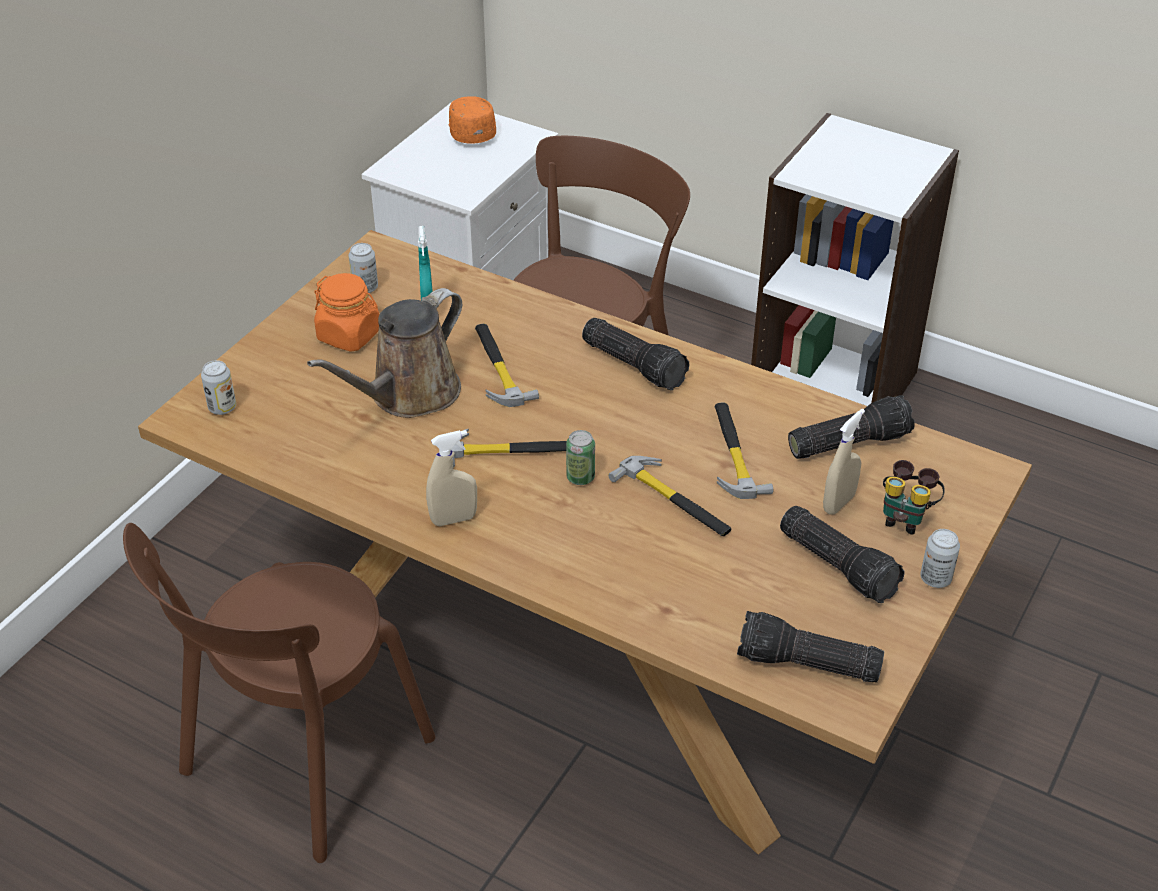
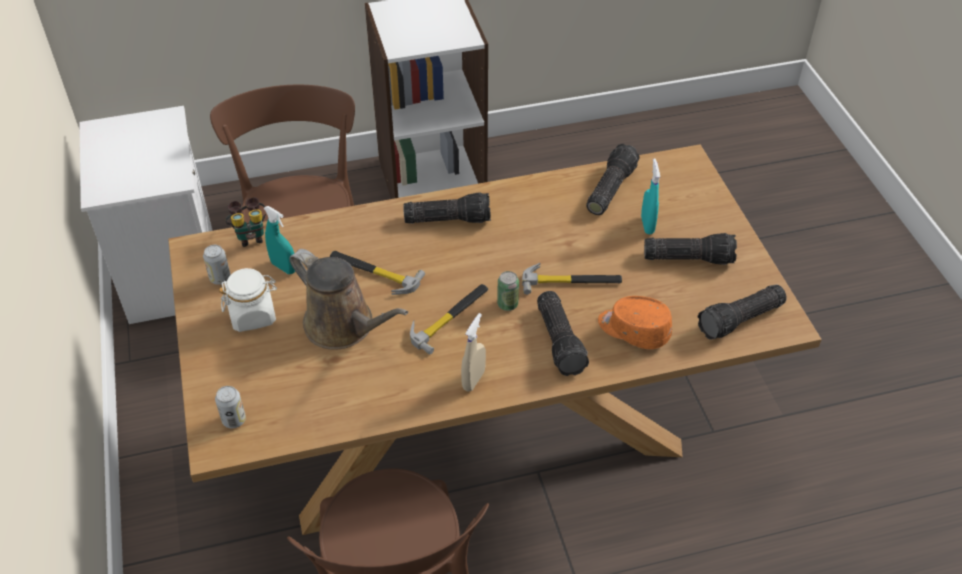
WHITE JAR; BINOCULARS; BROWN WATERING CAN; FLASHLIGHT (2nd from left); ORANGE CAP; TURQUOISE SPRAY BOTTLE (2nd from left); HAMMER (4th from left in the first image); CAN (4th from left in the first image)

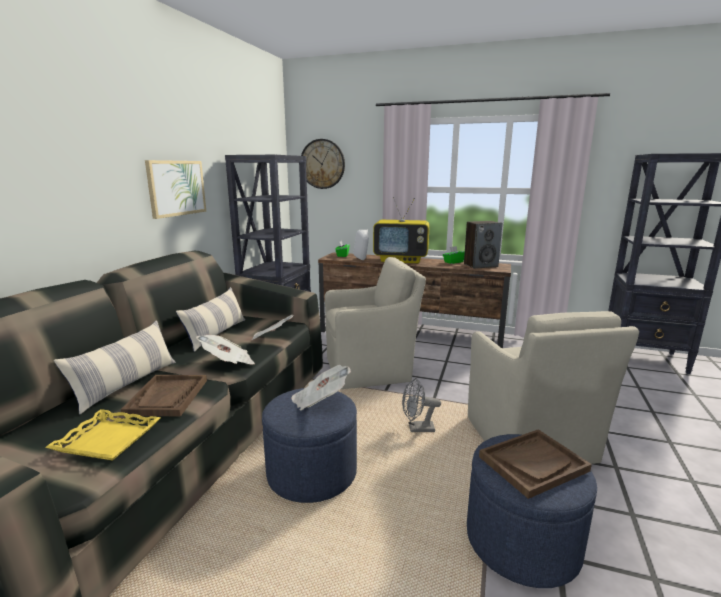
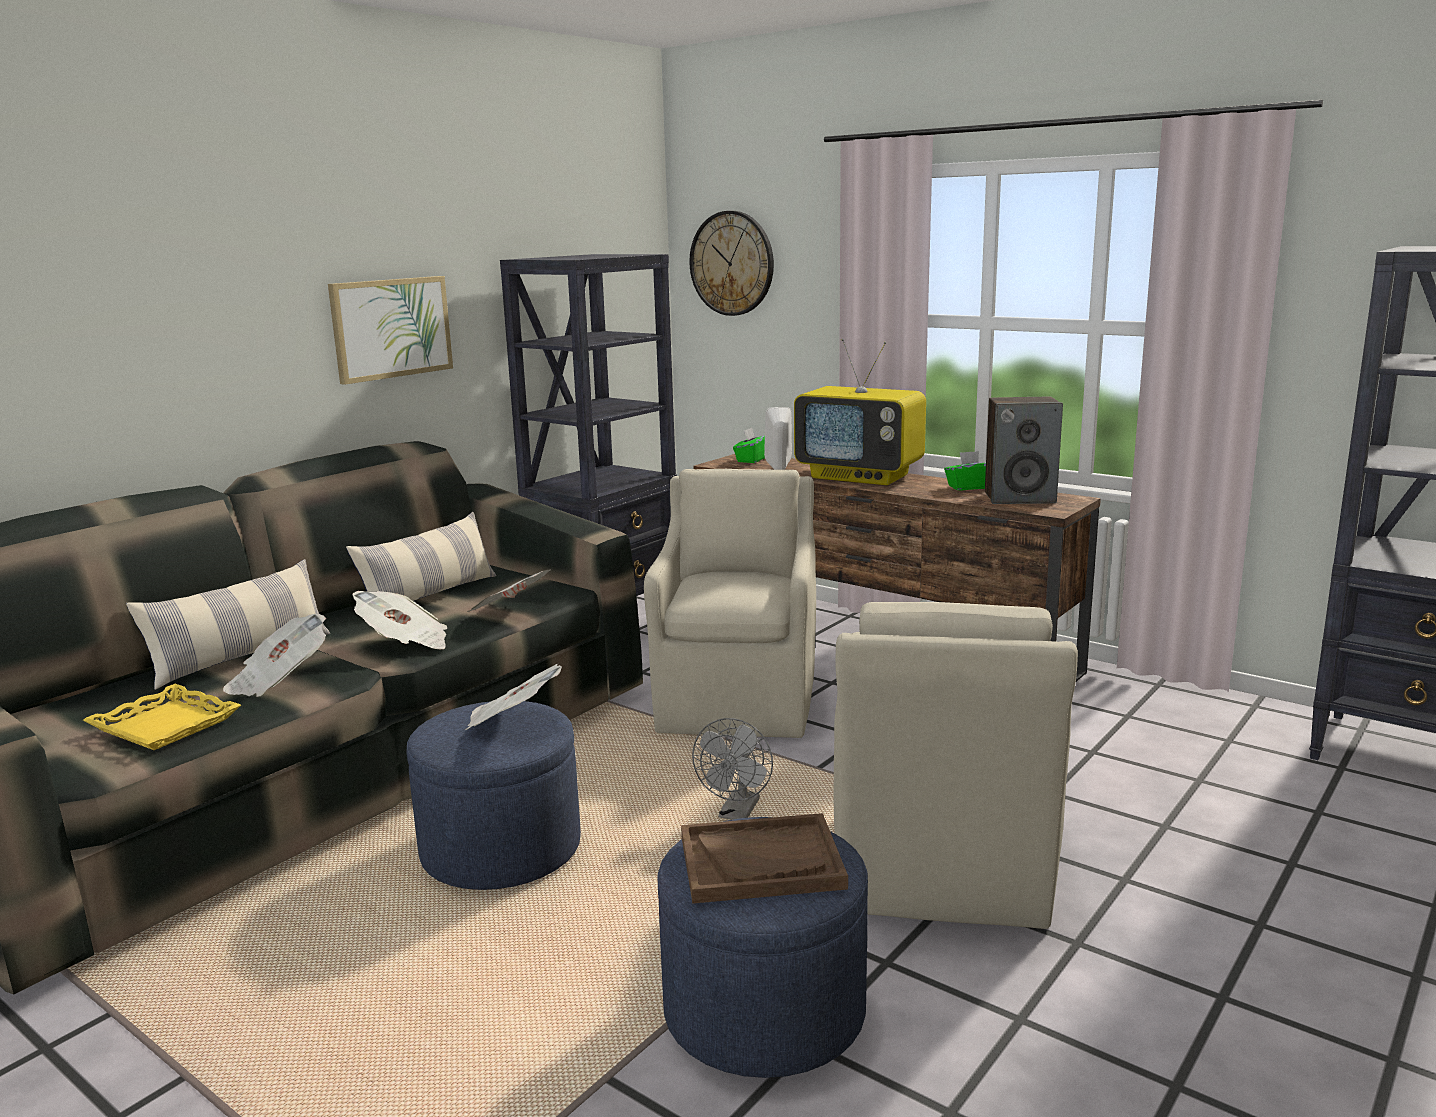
NEWSPAPER (1st from left); BEIGE ARMCHAIR (1st from left); GREY FAN

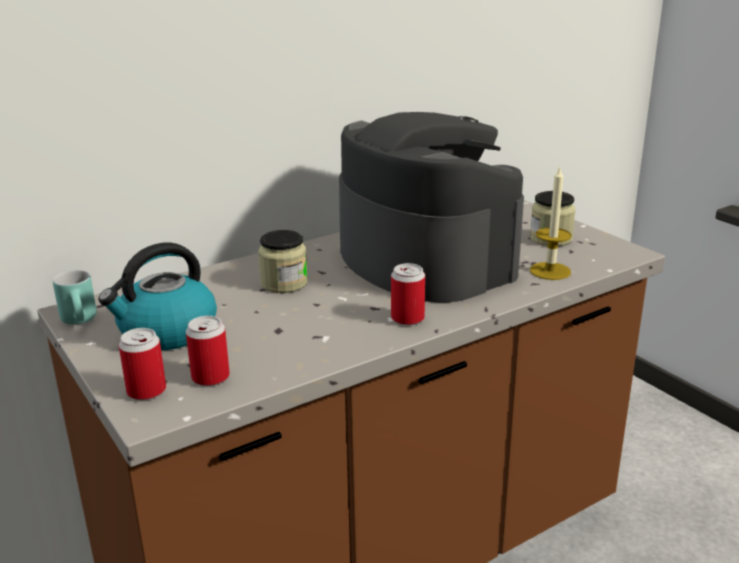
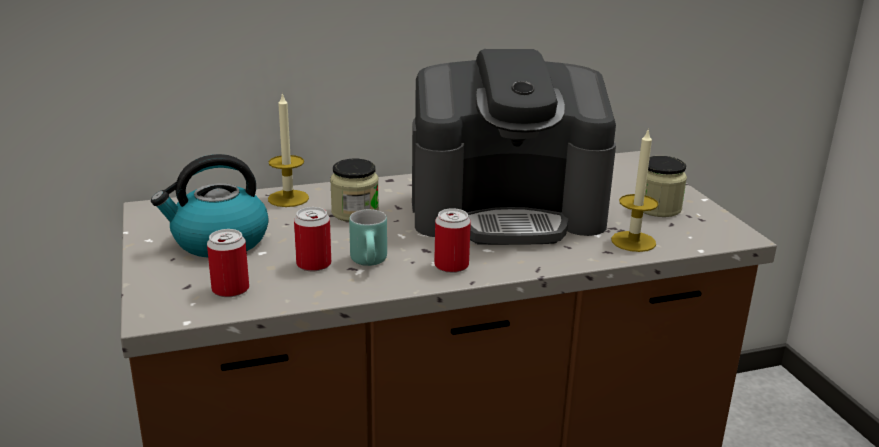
CANDLE (1st from left); CAN (2nd from left); TURQUOISE MUG; COFFEE MACHINE

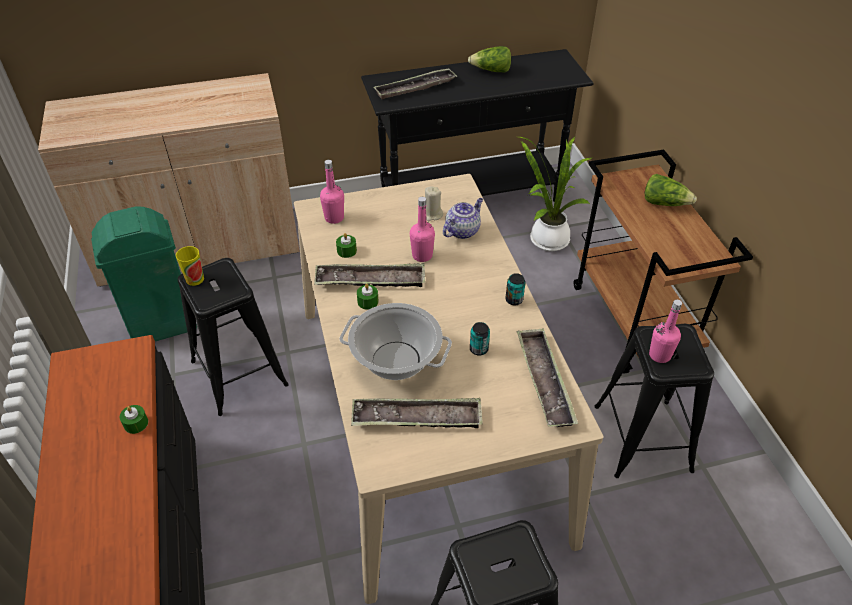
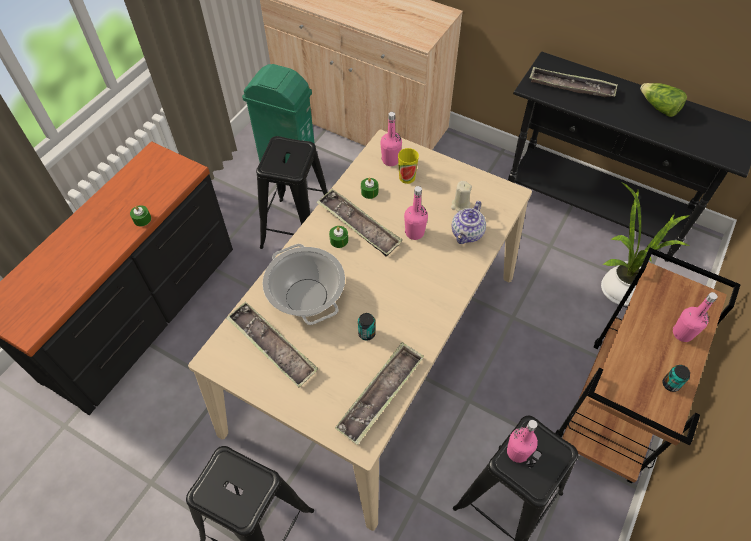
CUP; TEAPOT; CAN (2nd from left); PINK BOTTLE (4th from left)

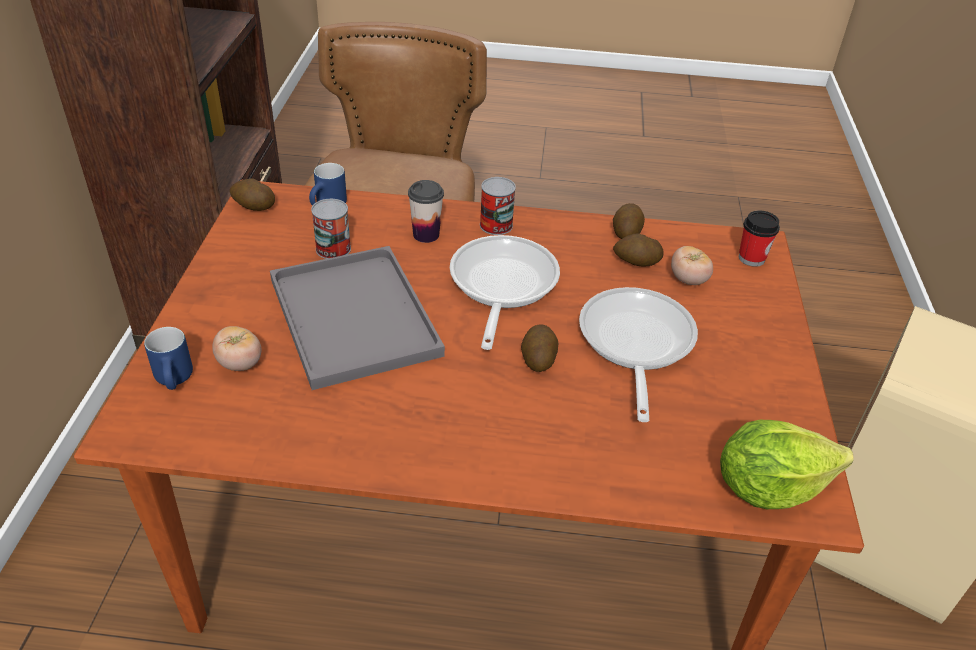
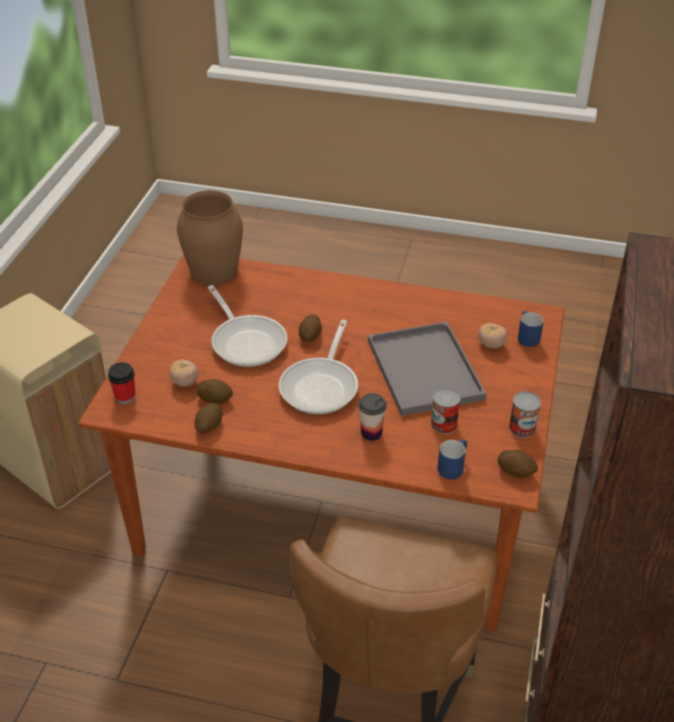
BROWN VASE; FRYING PAN (1st from left); CAN (2nd from left)

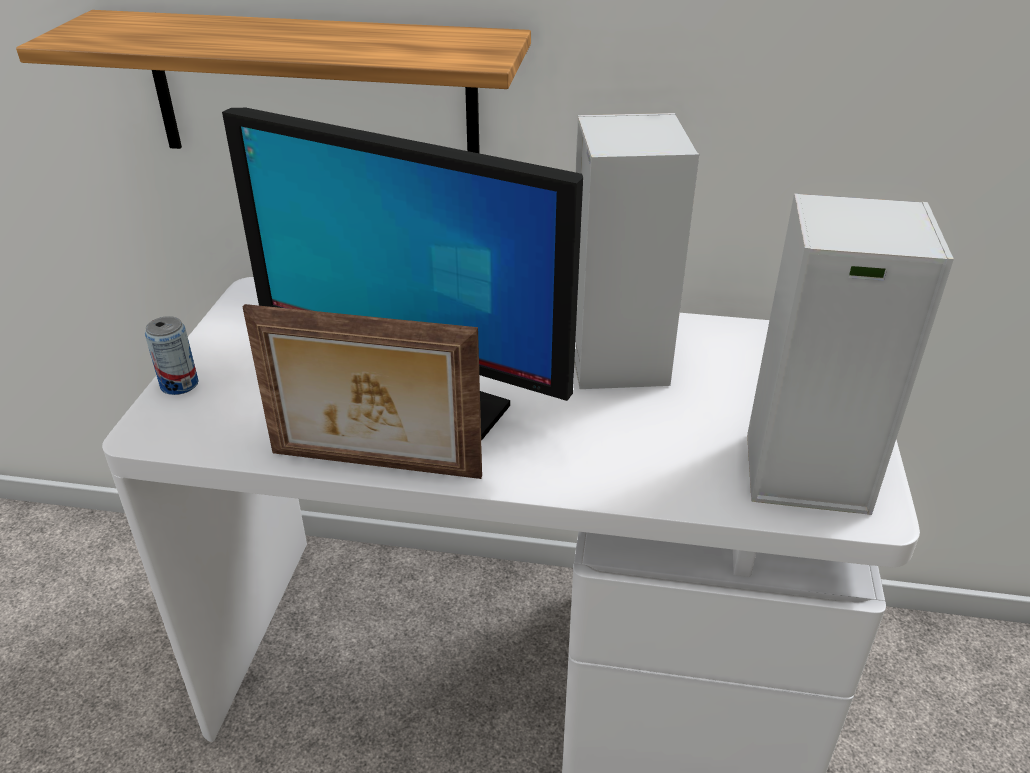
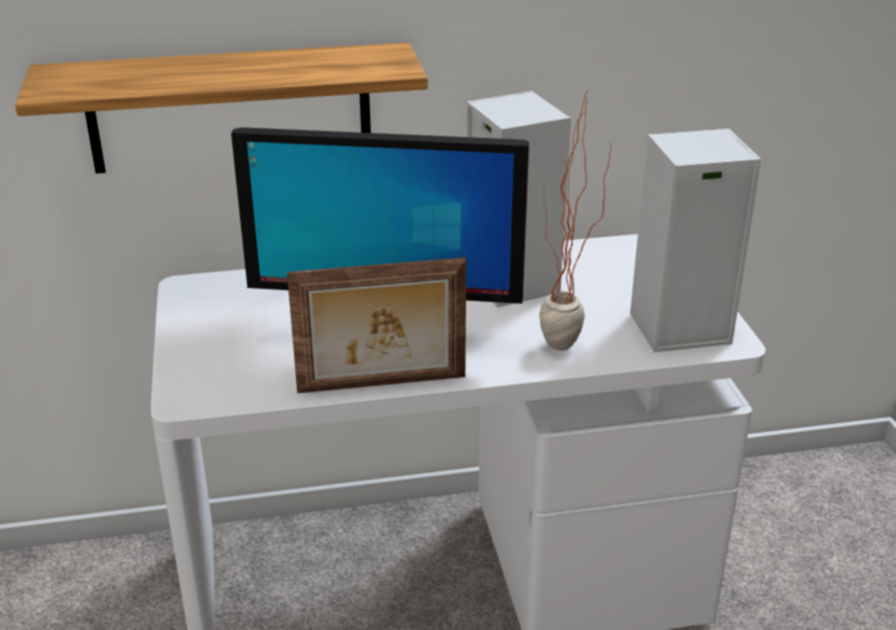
POTTED PLANT; CAN

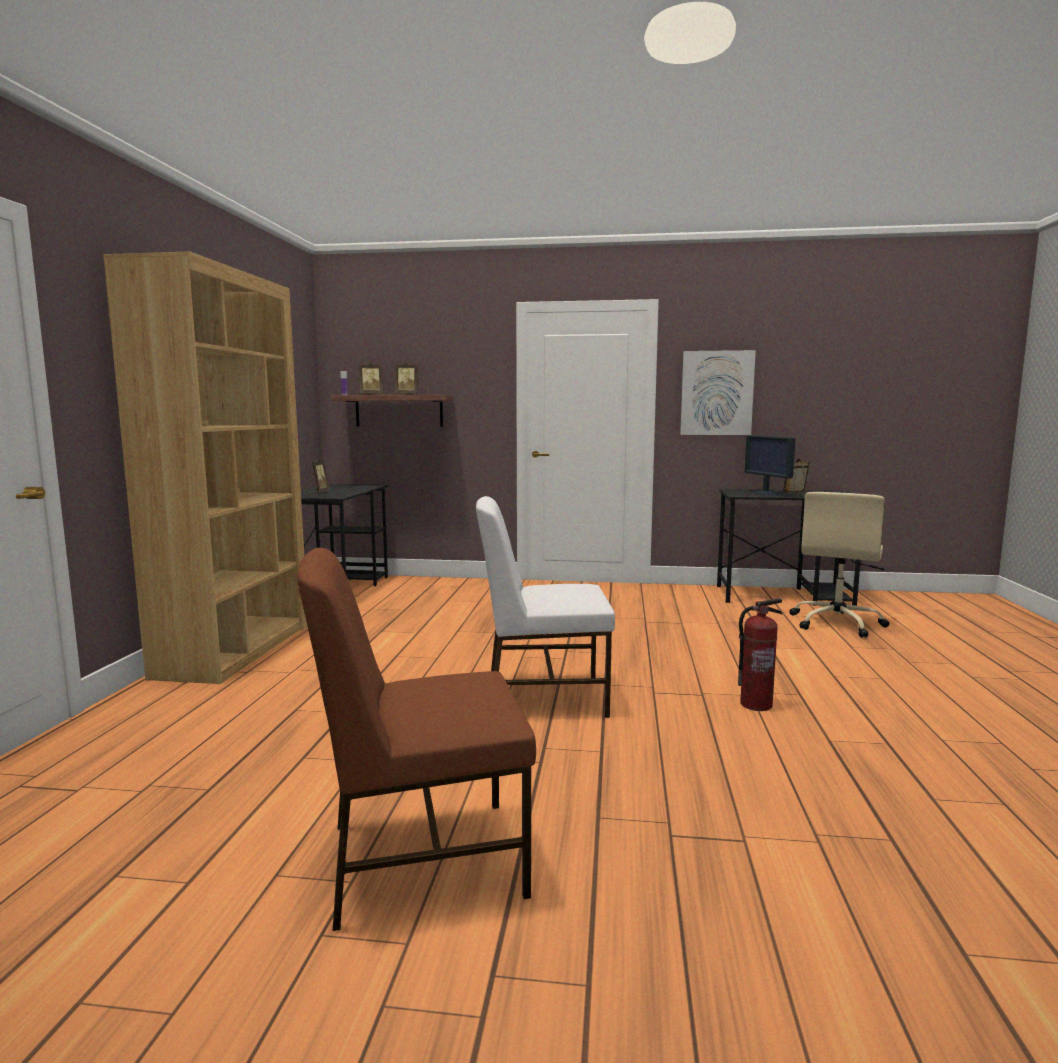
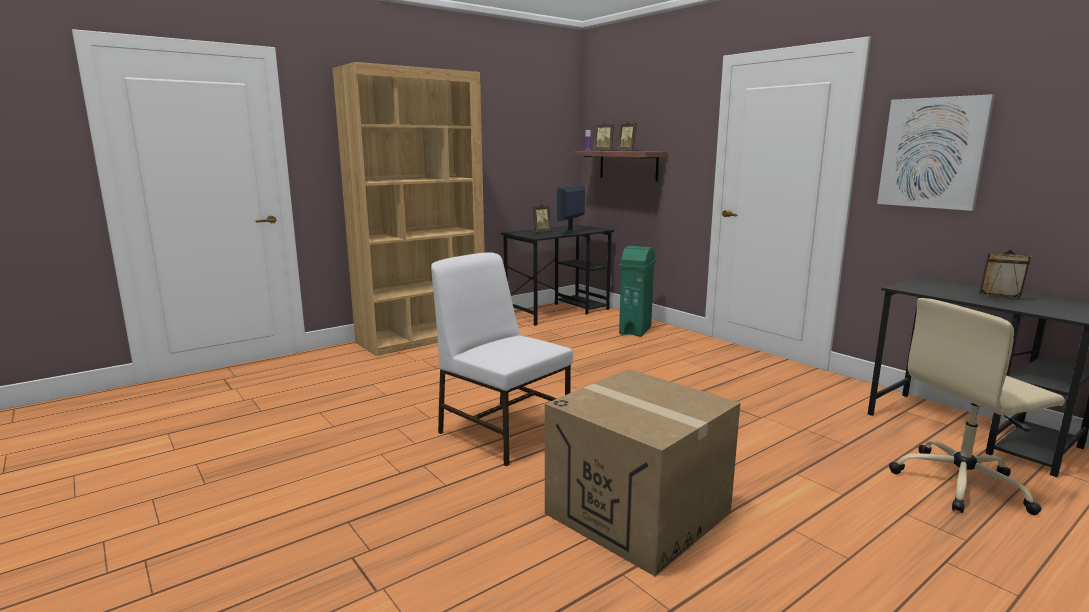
CARDBOARD BOX; MONITOR; GREEN TRASH CAN; BROWN CHAIR

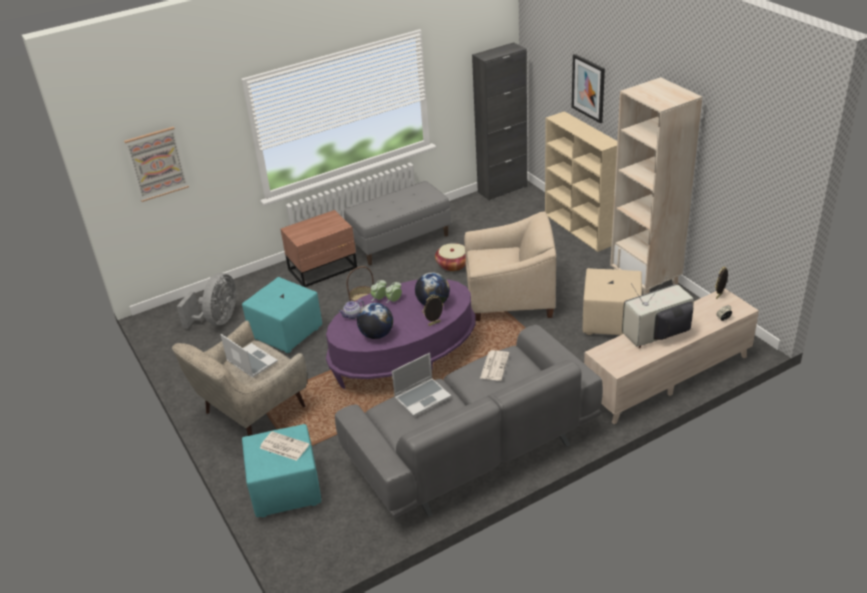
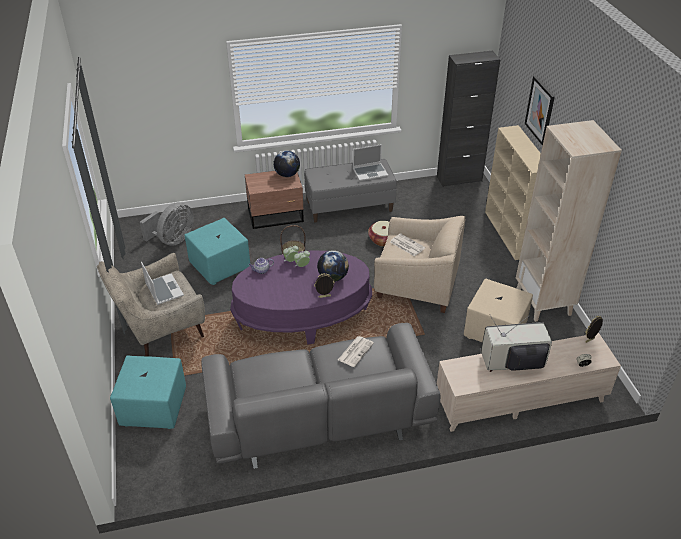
GLOBE (1st from left); LAPTOP (2nd from left); NEWSPAPER (2nd from left); PICTURE (1st from left in the first image)

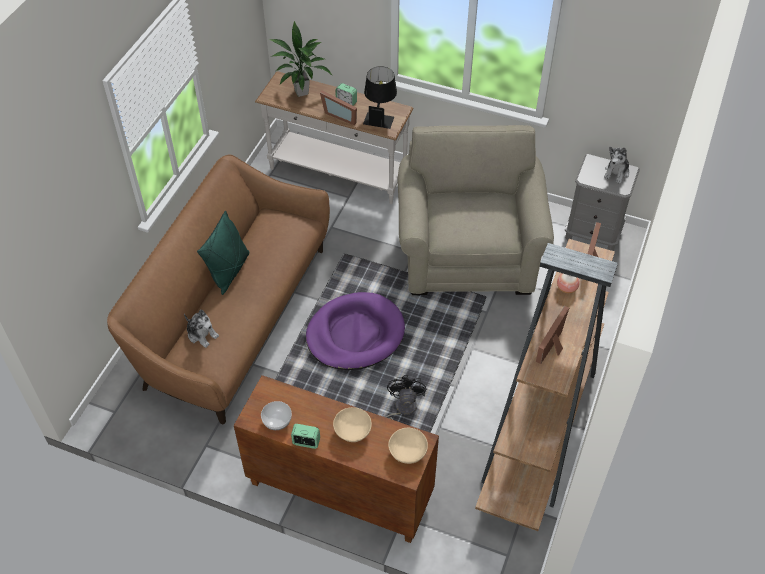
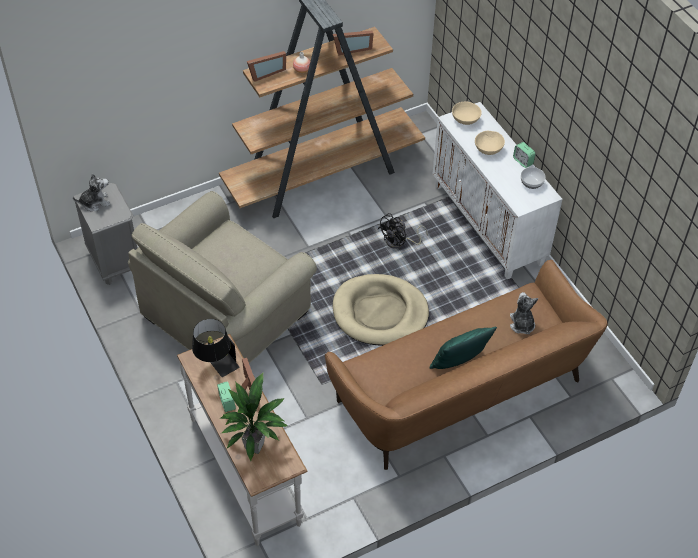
BEIGE DOG BED; WHITE CABINET

